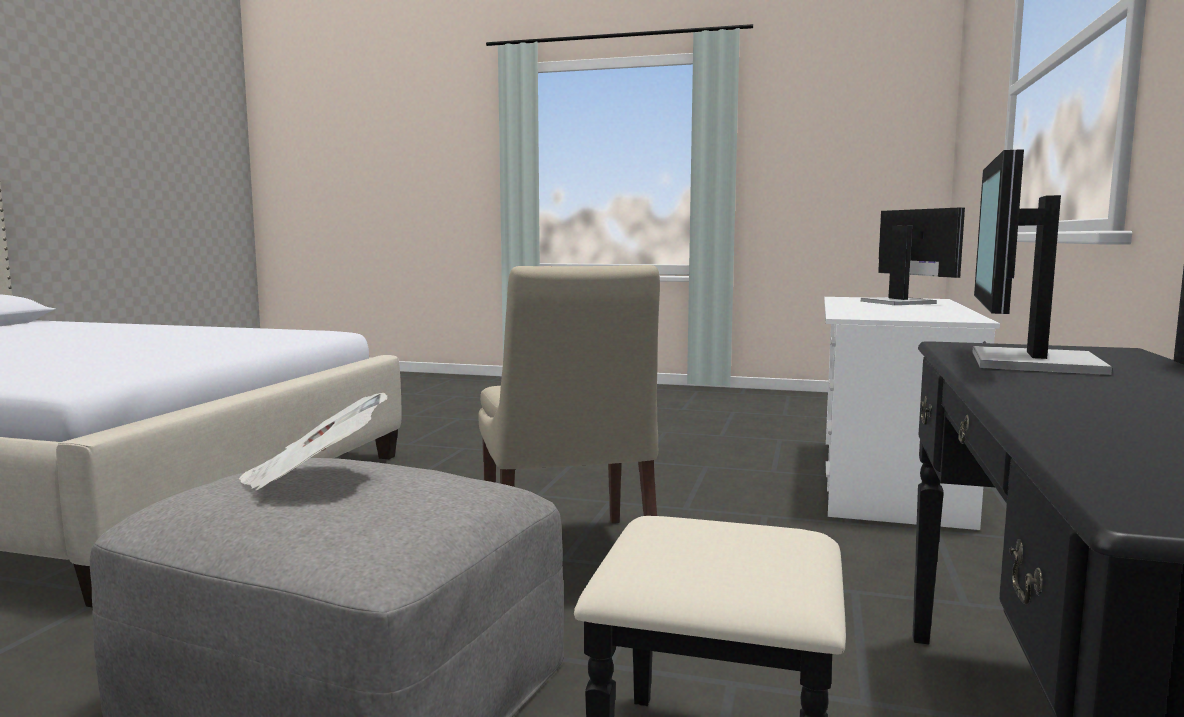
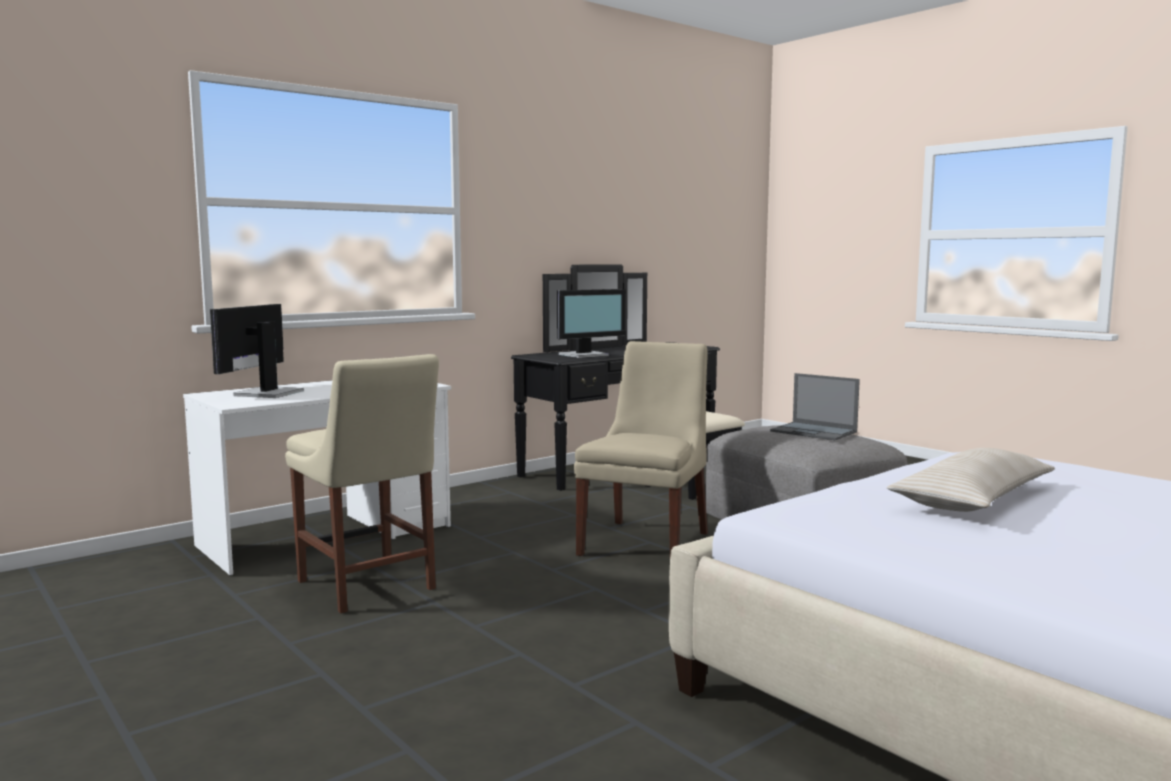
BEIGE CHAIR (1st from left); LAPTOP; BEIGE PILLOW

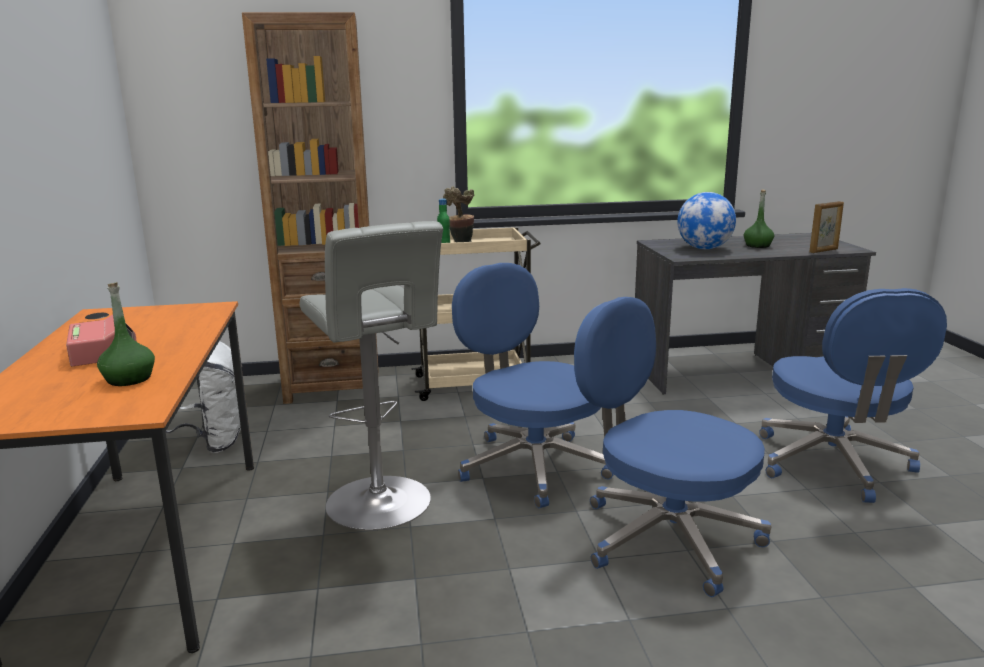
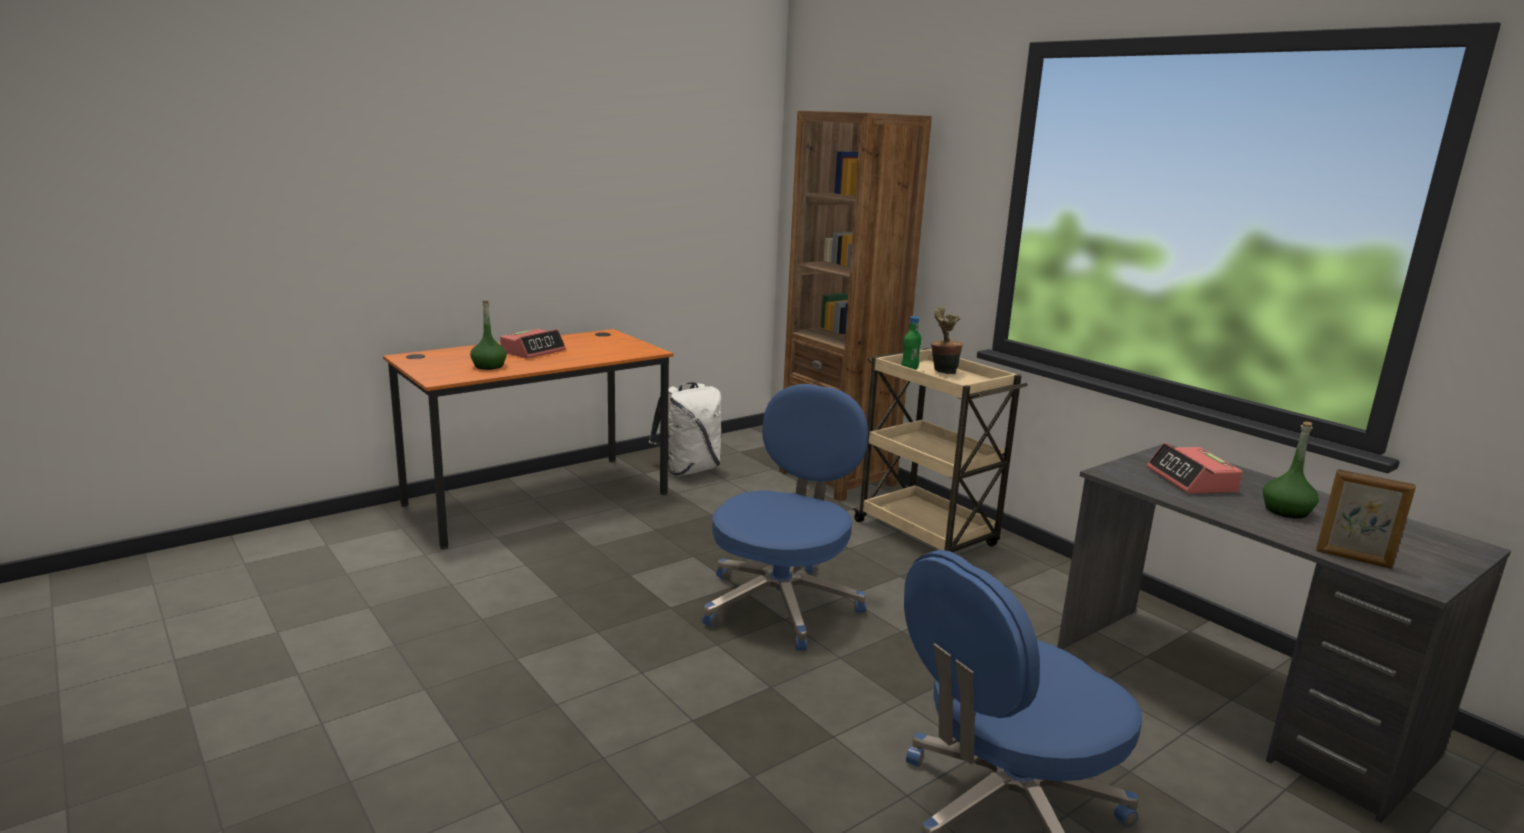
ALARM CLOCK (2nd from left); GREY STOOL; BLUE OFFICE CHAIR (2nd from left in the first image)

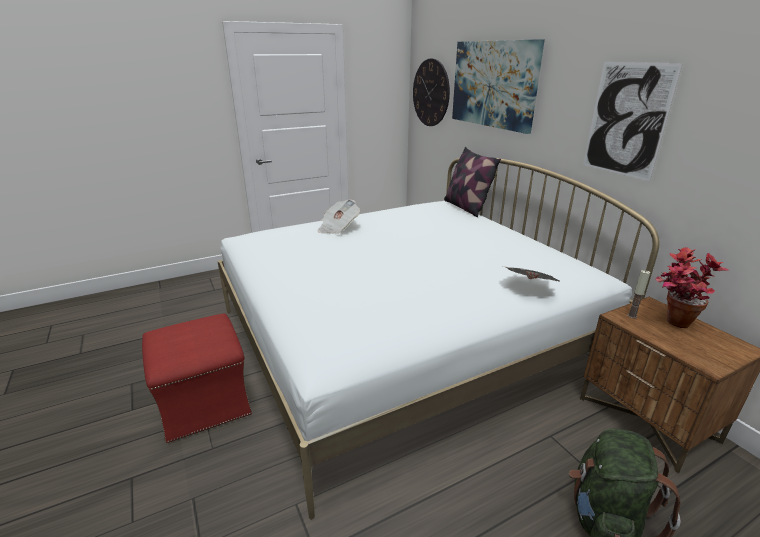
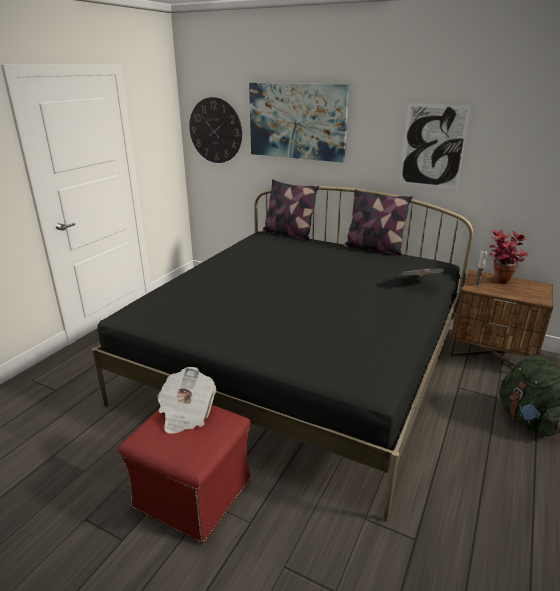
BLACK BED; NEWSPAPER (1st from left); PILLOW (2nd from left)

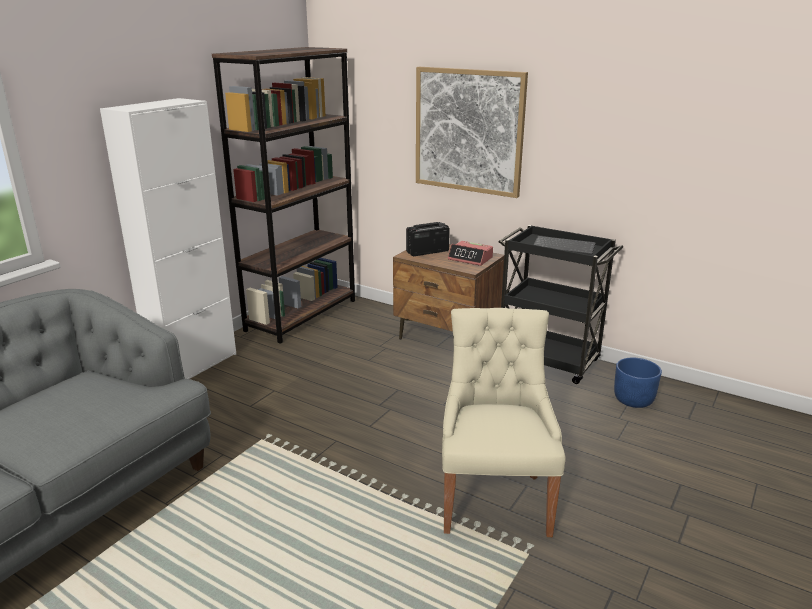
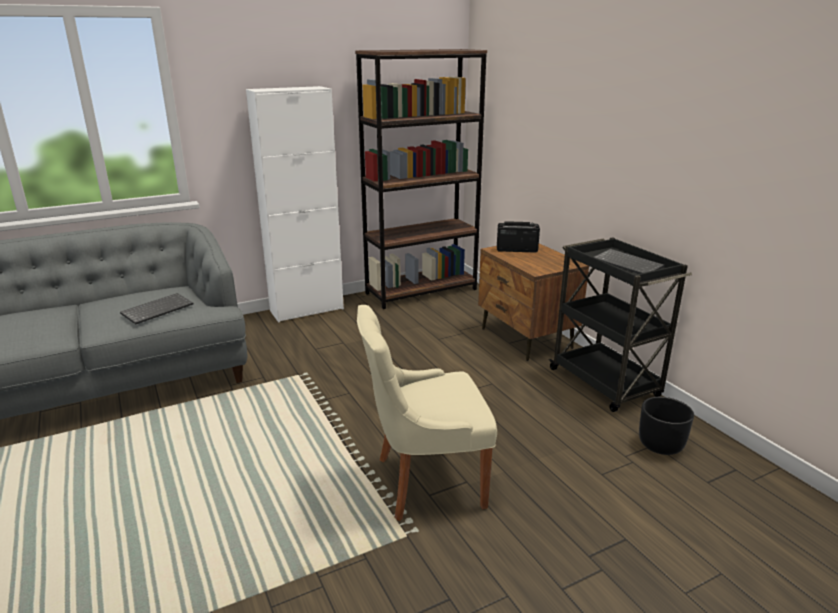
KEYBOARD (1st from left); BEIGE CHAIR; BLACK PLANTER; PICTURE; ALARM CLOCK

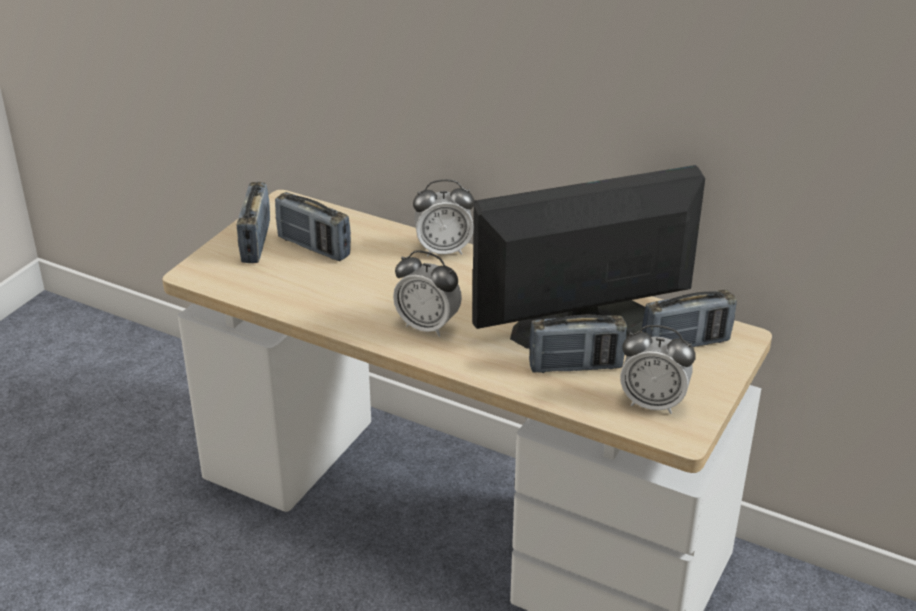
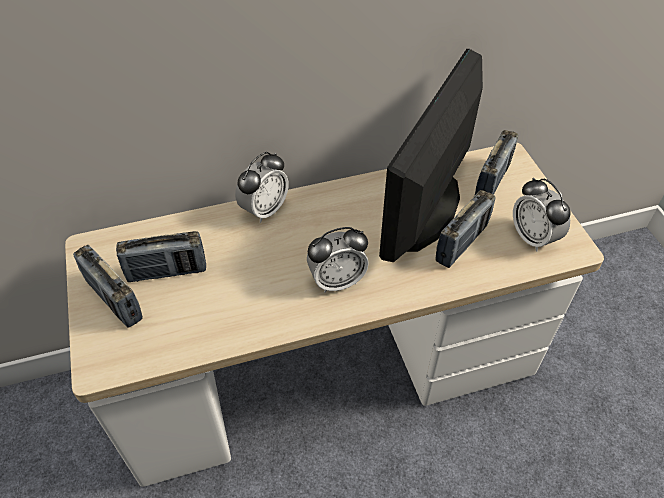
ALARM CLOCK (3rd from left)

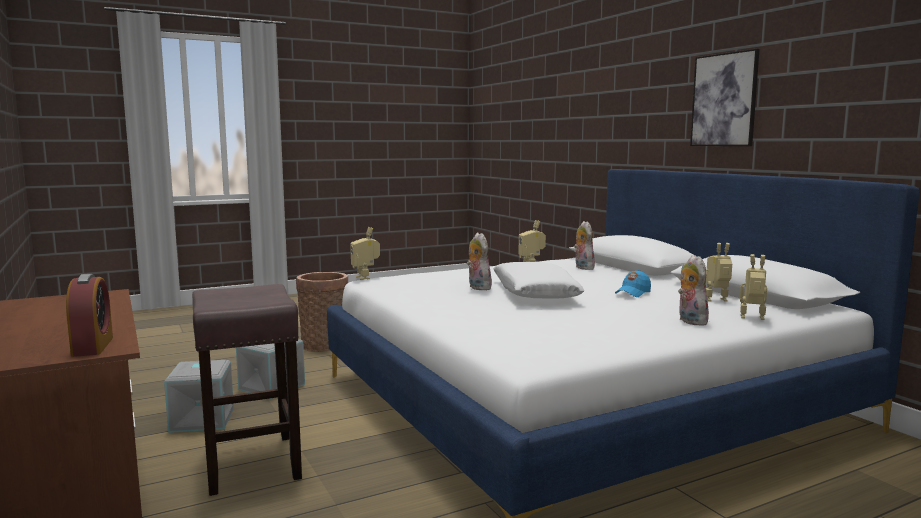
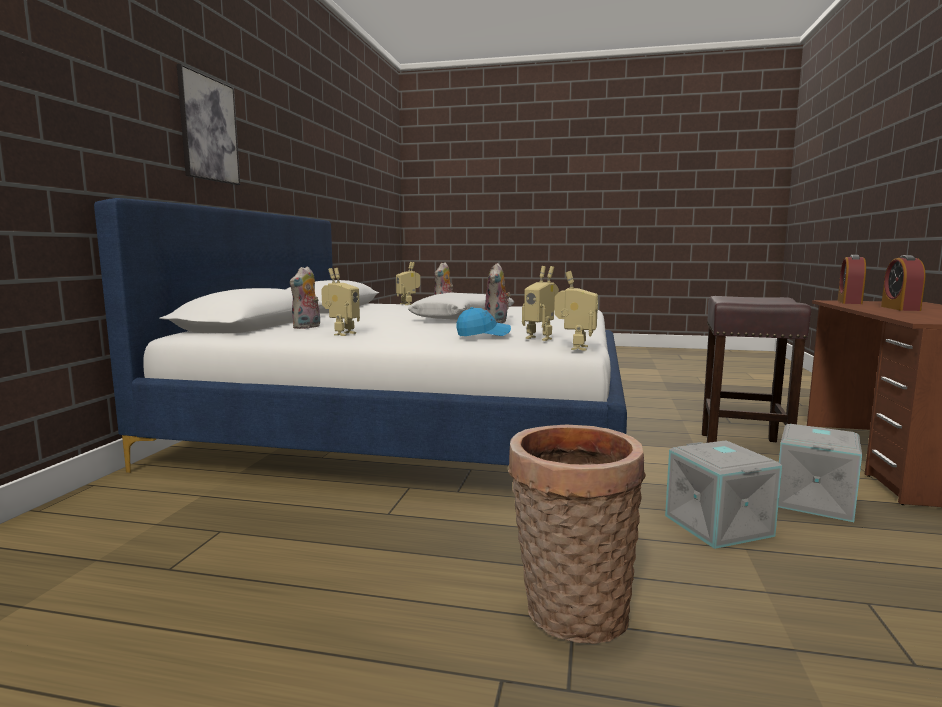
BLUE CAP; TOY ROBOT (3rd from left); ALARM CLOCK (2nd from left)

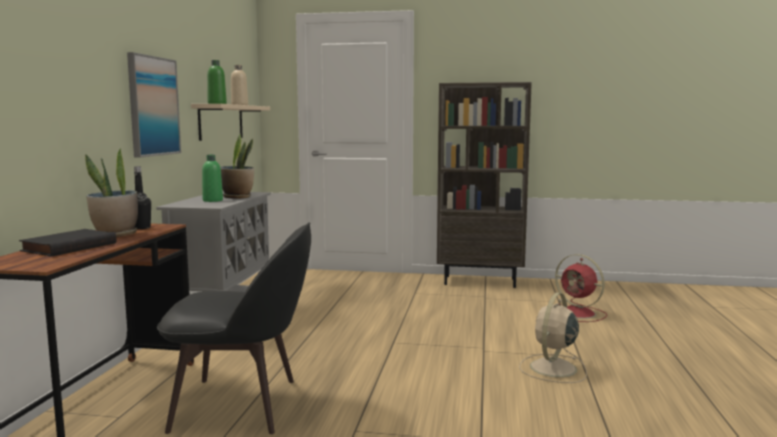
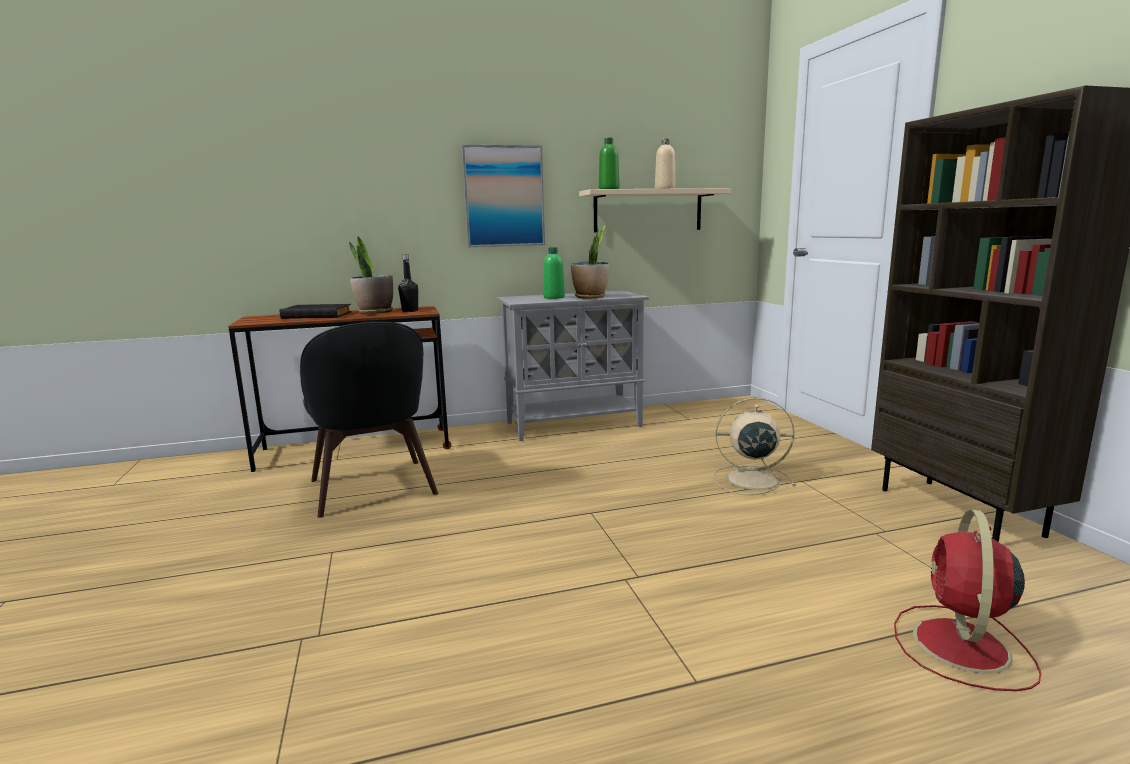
BEIGE FAN

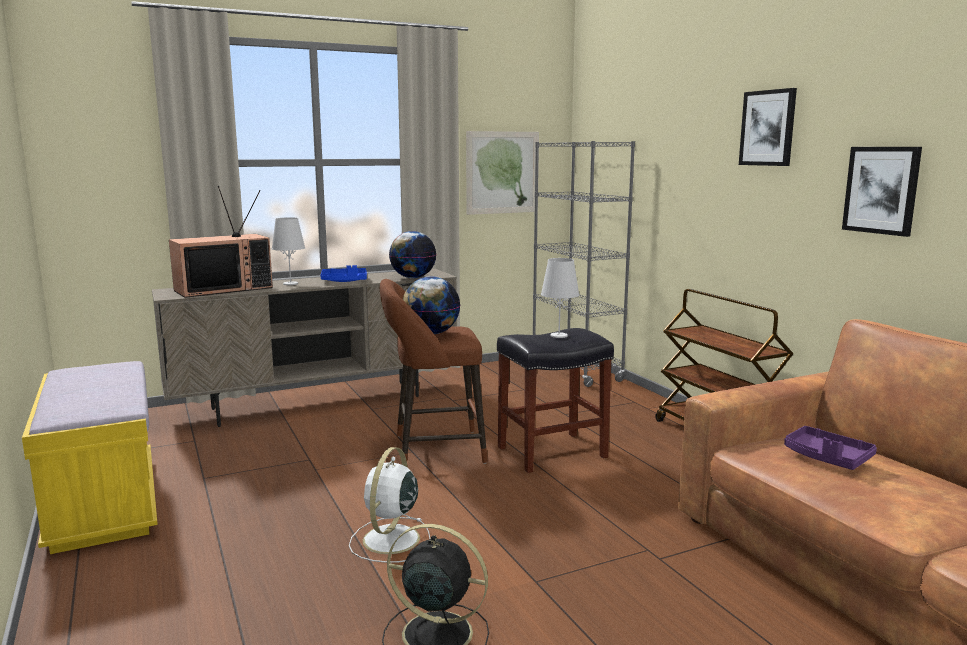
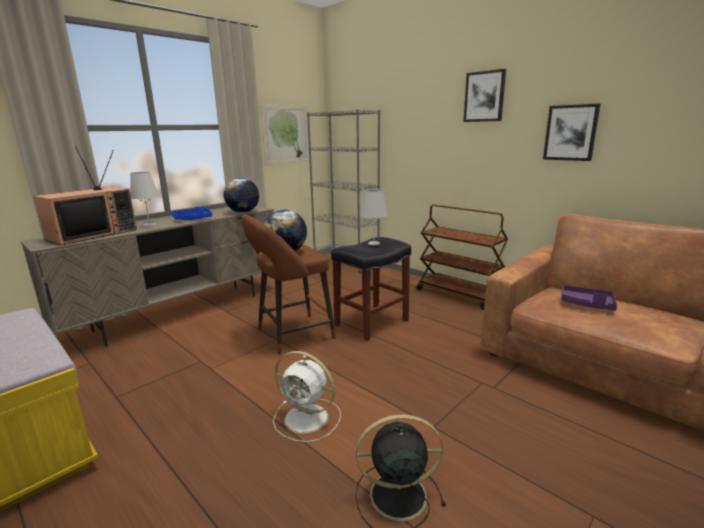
WHITE FAN

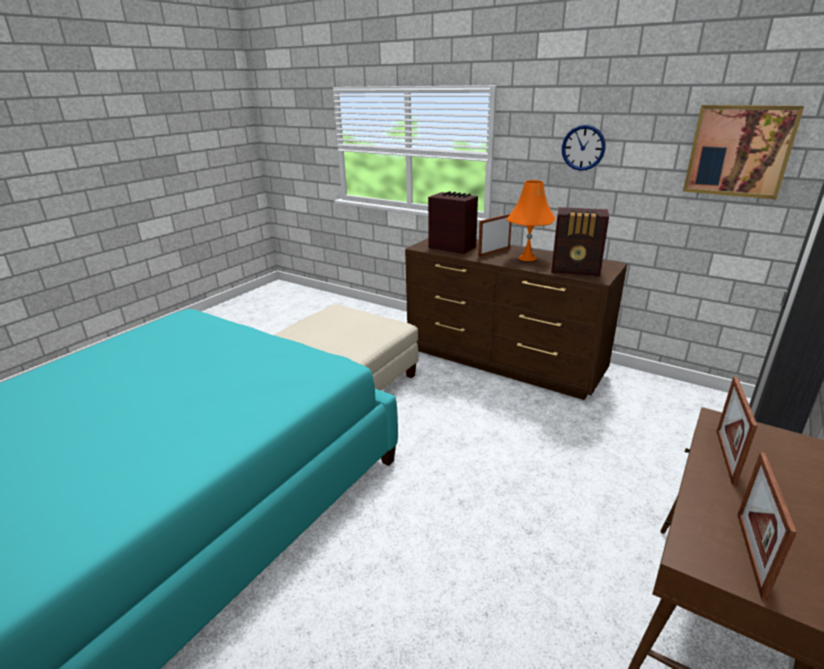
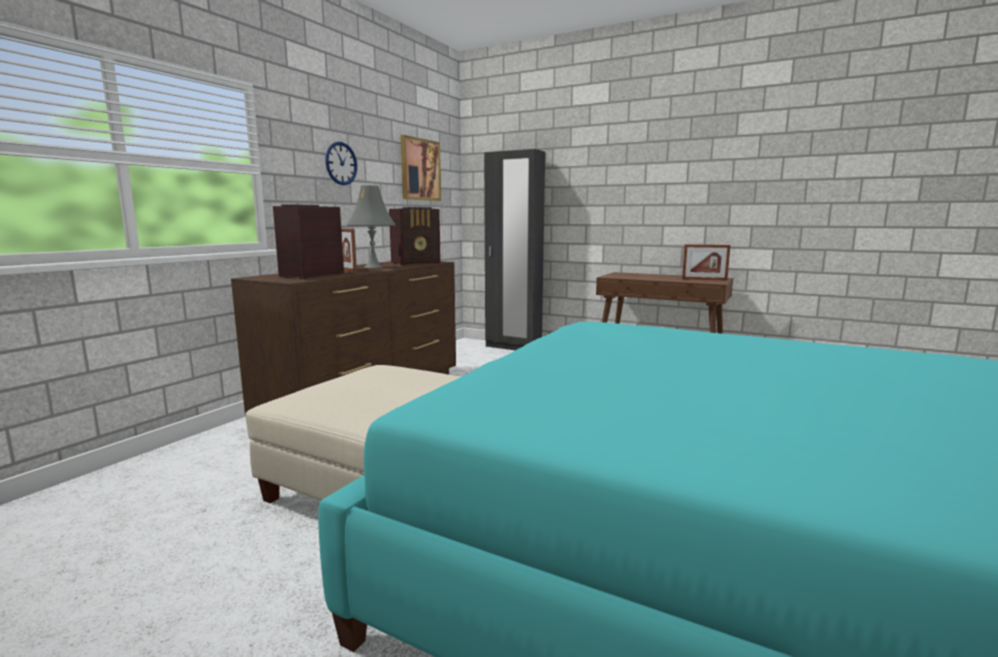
GREY TABLE LAMP; RADIO (2nd from left); PICTURE FRAME (2nd from left in the first image)

